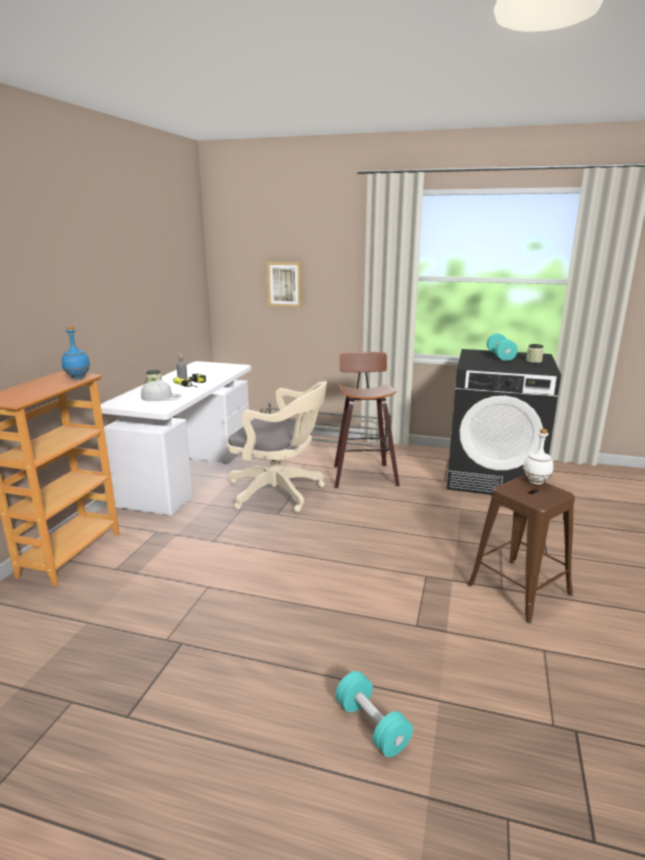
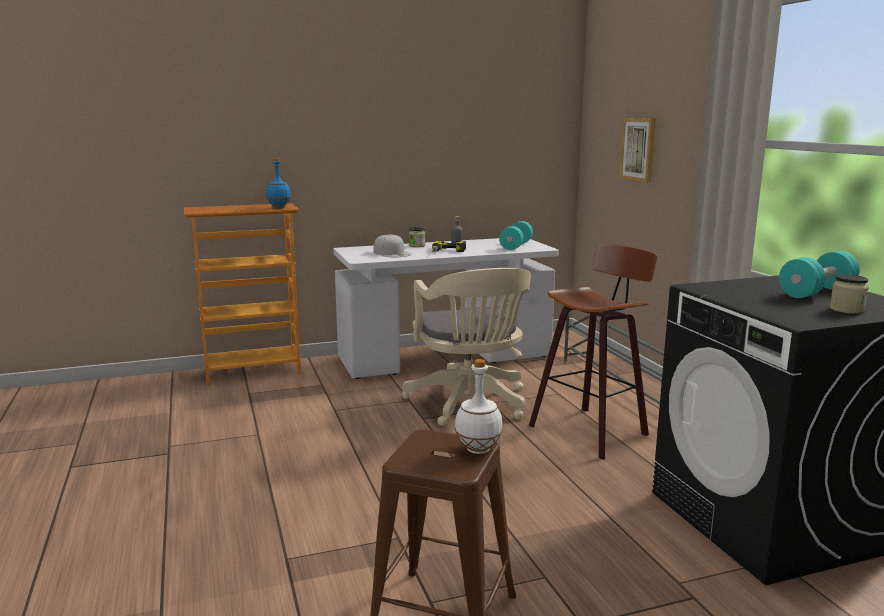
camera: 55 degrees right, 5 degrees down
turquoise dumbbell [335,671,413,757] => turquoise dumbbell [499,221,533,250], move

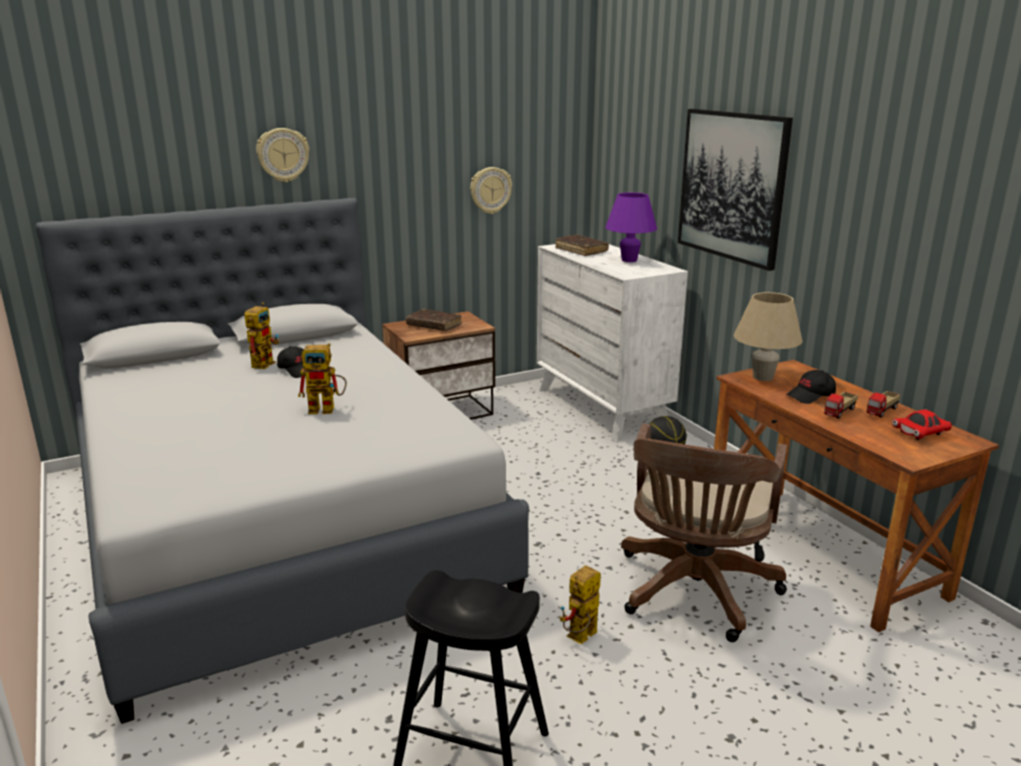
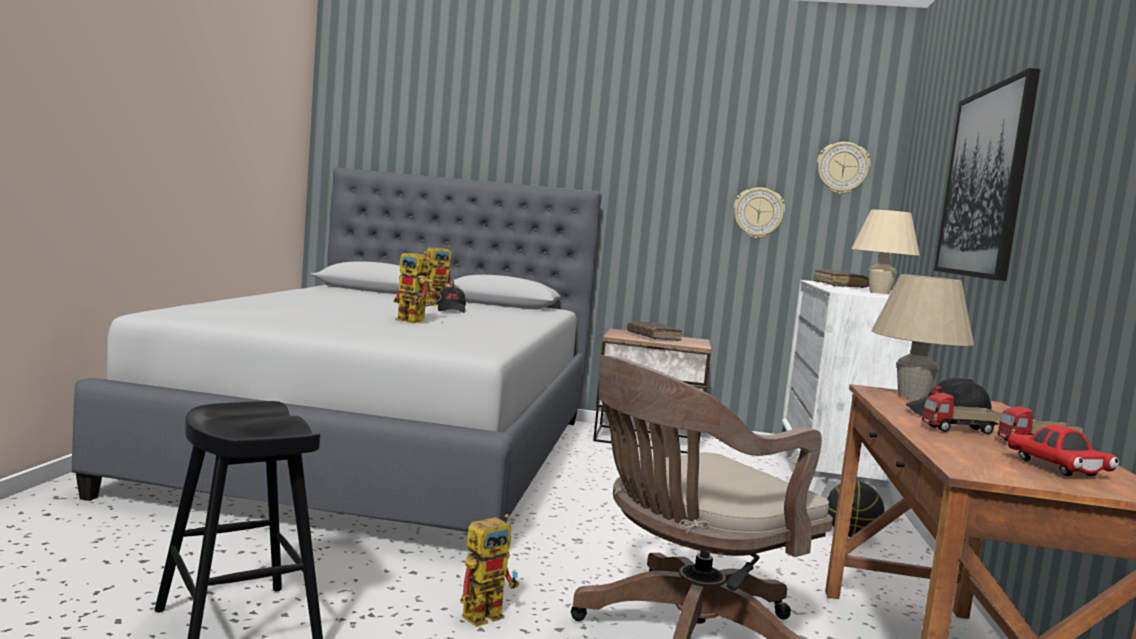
camera: 35 degrees right, 15 degrees down
wall clock [256,128,309,182] => wall clock [817,142,871,194], move
purple table lamp [605,192,657,262] => beige table lamp [852,210,920,294]
red toy car [892,410,952,440] => red toy car [1008,425,1119,476], 120 degrees counterclockwise
toy robot [559,565,601,644] => toy robot [460,514,519,627], 150 degrees clockwise

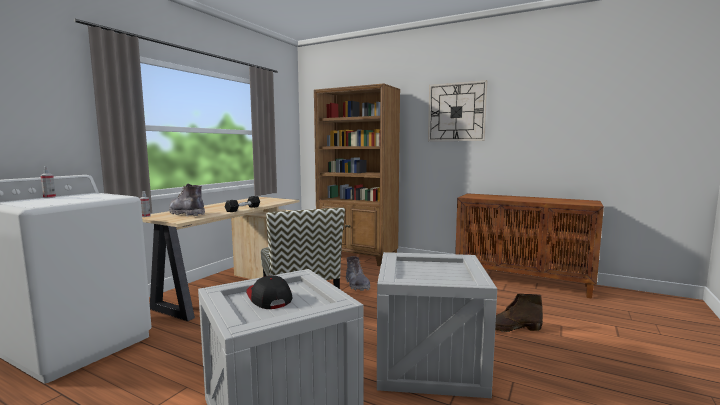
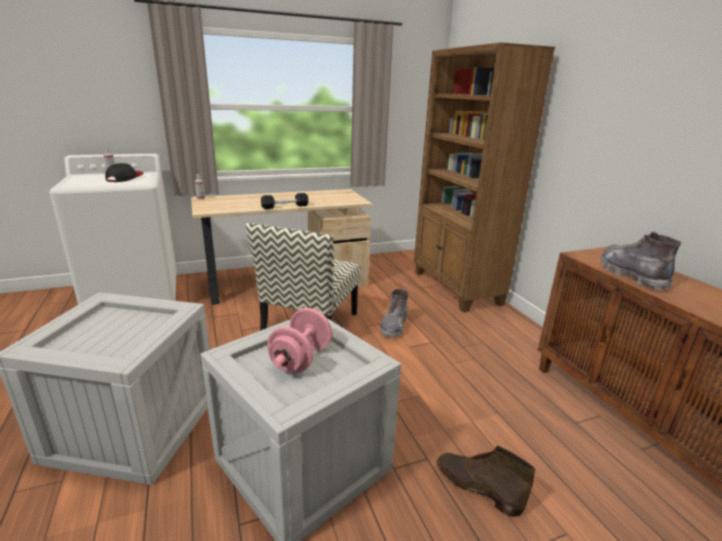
camera: 40 degrees right, 15 degrees up
wall clock [428,80,487,141] => nothing
grey boot [169,184,205,216] => grey boot [600,232,681,291], move
cap [246,276,293,309] => cap [105,163,144,182], move
nothing => pink dumbbell [267,308,332,373]

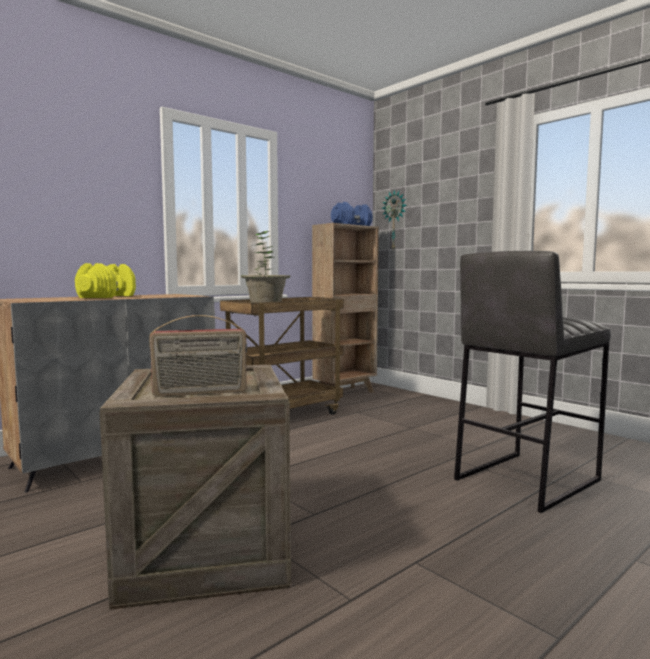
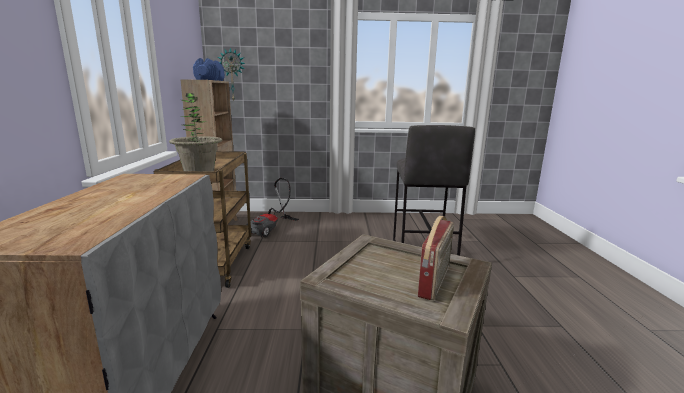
camera: 50 degrees left, 10 degrees up
yellow dumbbell [75,263,136,298] => nothing
nothing => vacuum cleaner [247,178,299,237]

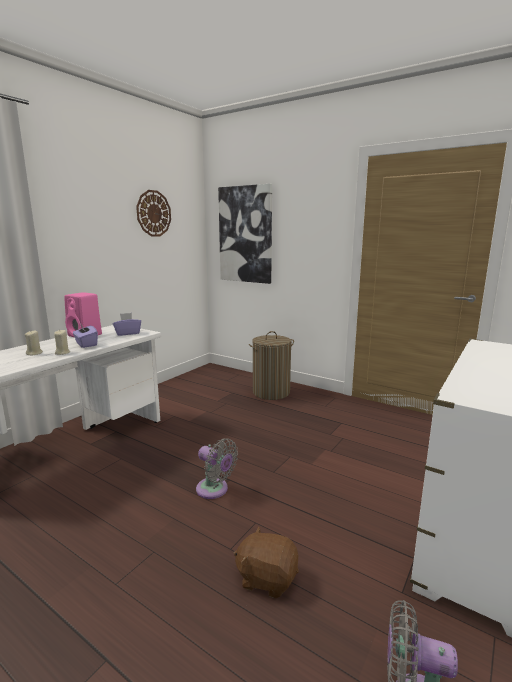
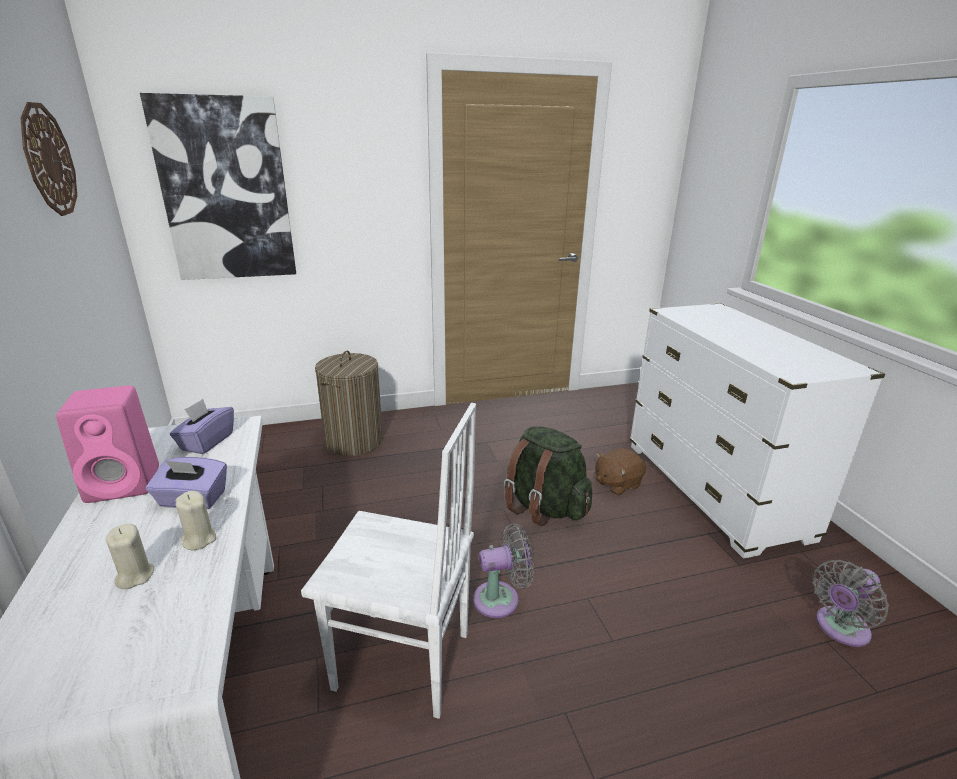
camera: 50 degrees left, 10 degrees up
brown plush toy [234,526,299,598] => brown plush toy [595,448,646,495], move
nothing => white chair [301,403,476,719]
nothing => green backpack [504,426,592,526]

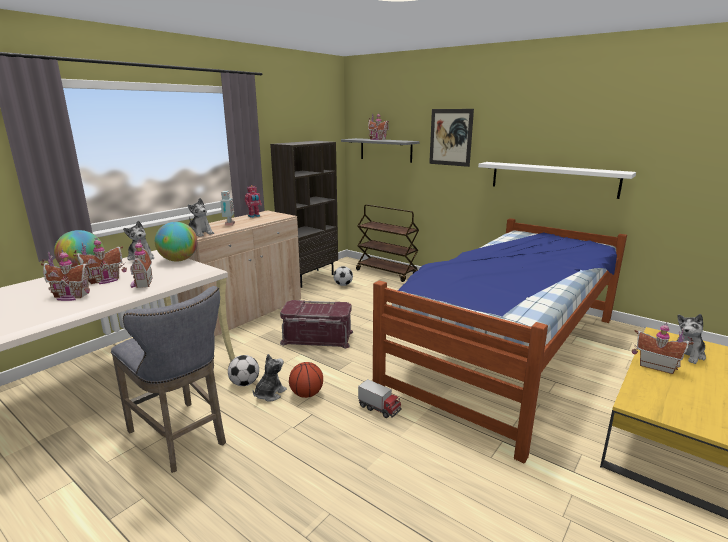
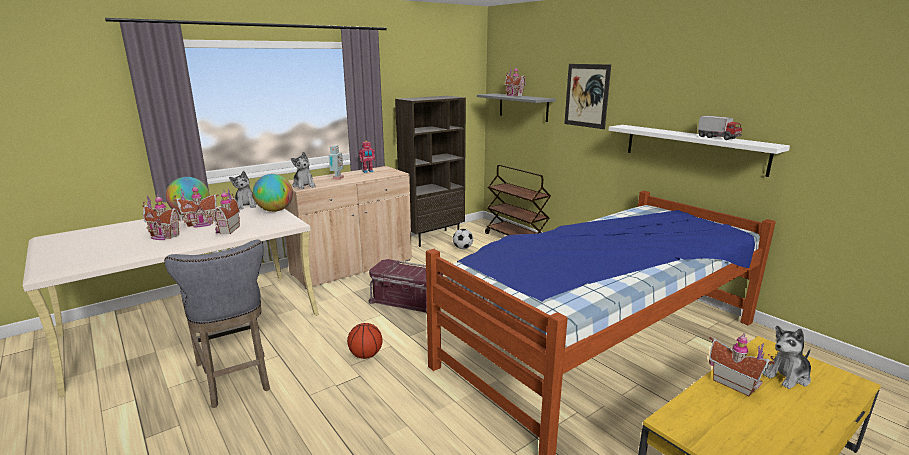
camera: 15 degrees right, 0 degrees up
plush toy [253,354,287,402] => nothing
football [228,355,259,386] => nothing
toy truck [358,379,402,418] => toy truck [698,116,742,140], move

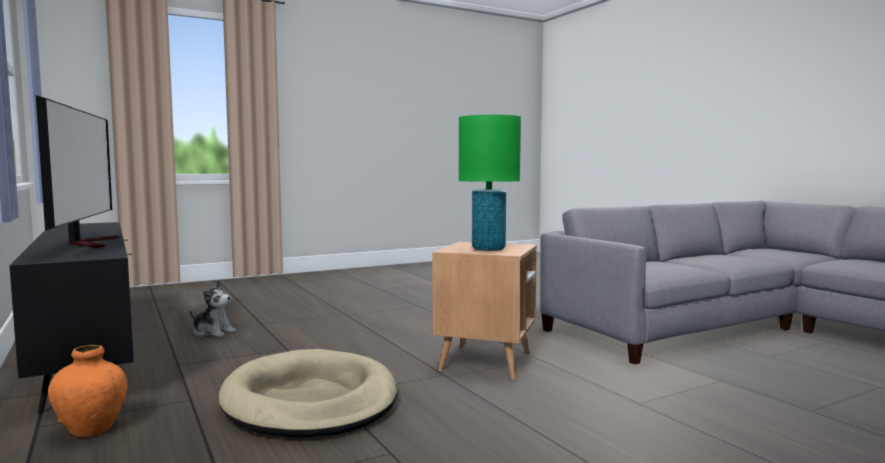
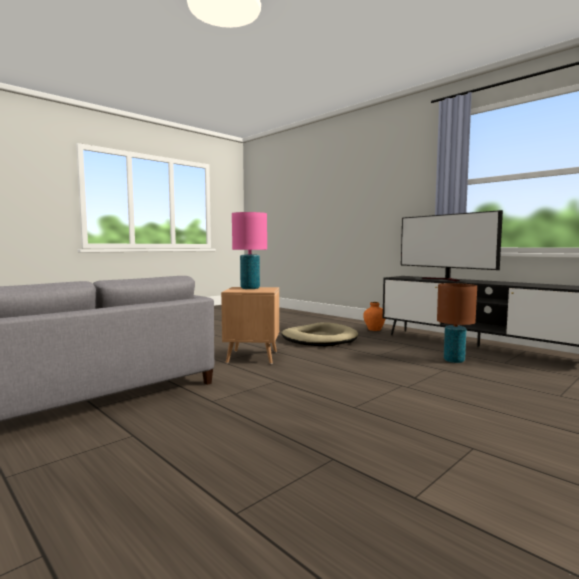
camera: 165 degrees right, 0 degrees up
green table lamp [459,115,521,251] => pink table lamp [232,212,267,289]
plush toy [190,280,236,337] => brown table lamp [437,283,477,363]

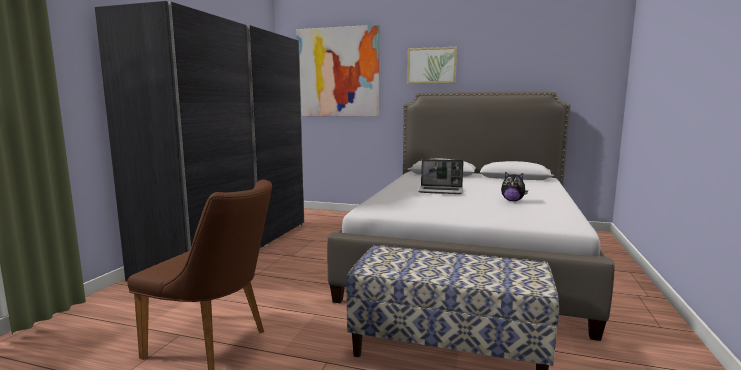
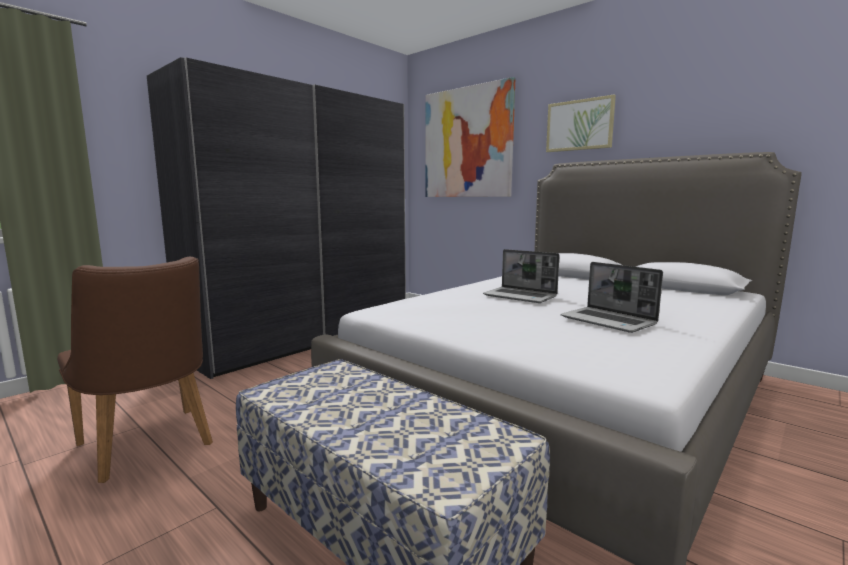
camera: 25 degrees right, 0 degrees up
plush toy [501,172,528,201] => laptop [561,262,663,333]

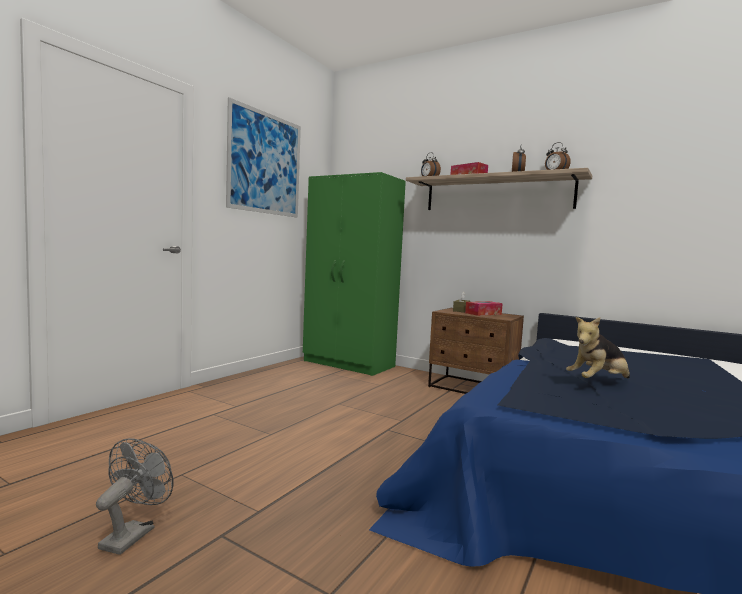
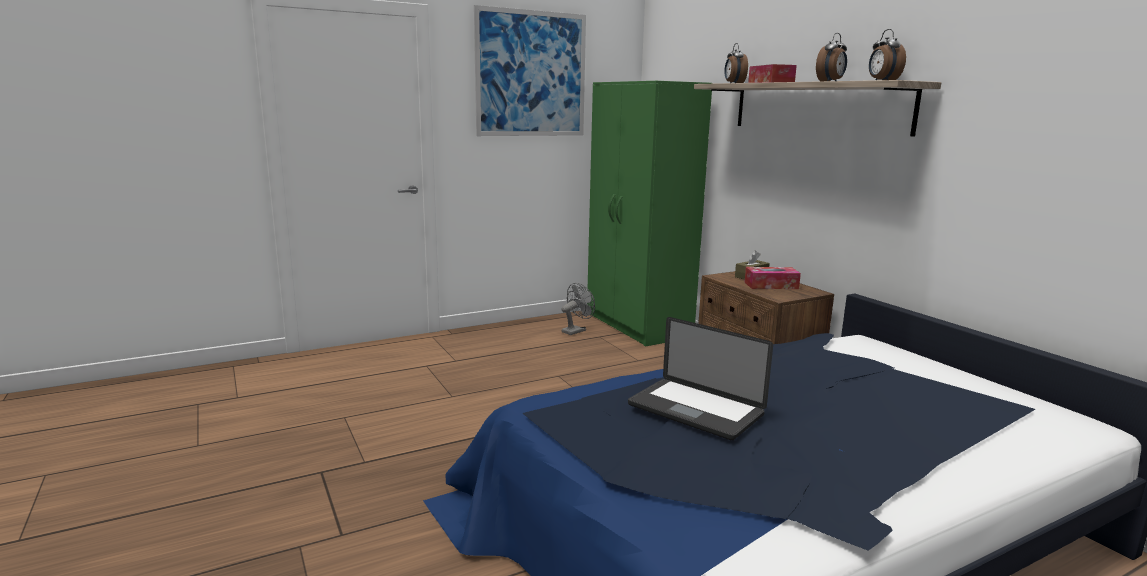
camera: 30 degrees right, 10 degrees up
plush toy [566,317,630,379] => laptop [628,317,773,440]
grey fan [96,438,174,555] => grey fan [561,283,595,335], move

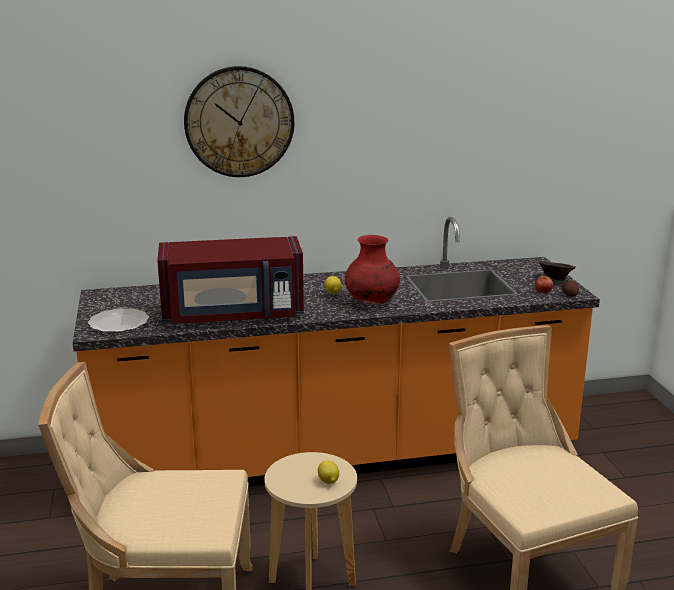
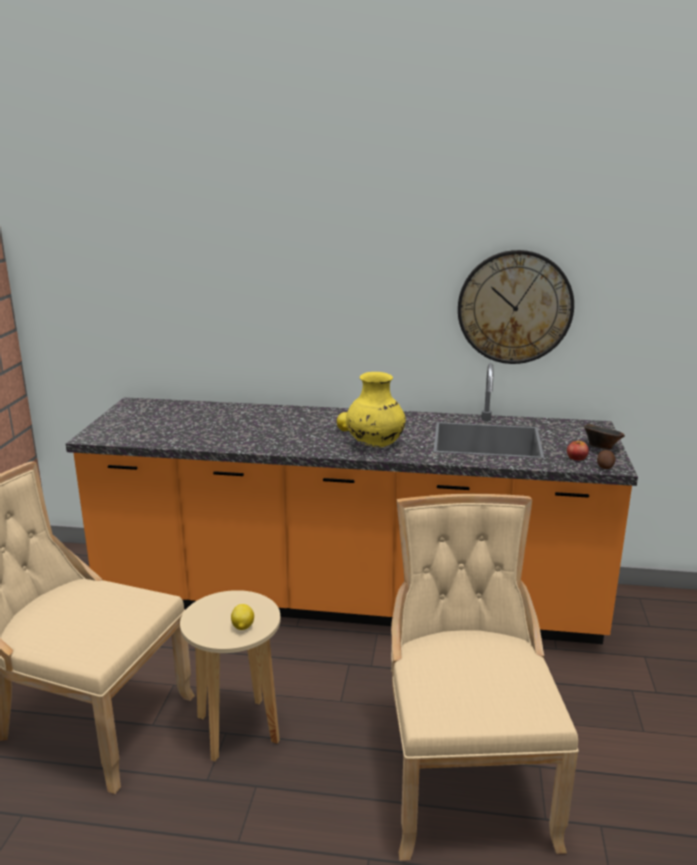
camera: 20 degrees right, 0 degrees up
wall clock [184,66,294,177] => wall clock [458,250,574,364], move
red vase [345,235,400,305] => yellow vase [346,372,406,448]
red microwave [157,236,304,324] => nothing
plate [88,308,149,332] => nothing

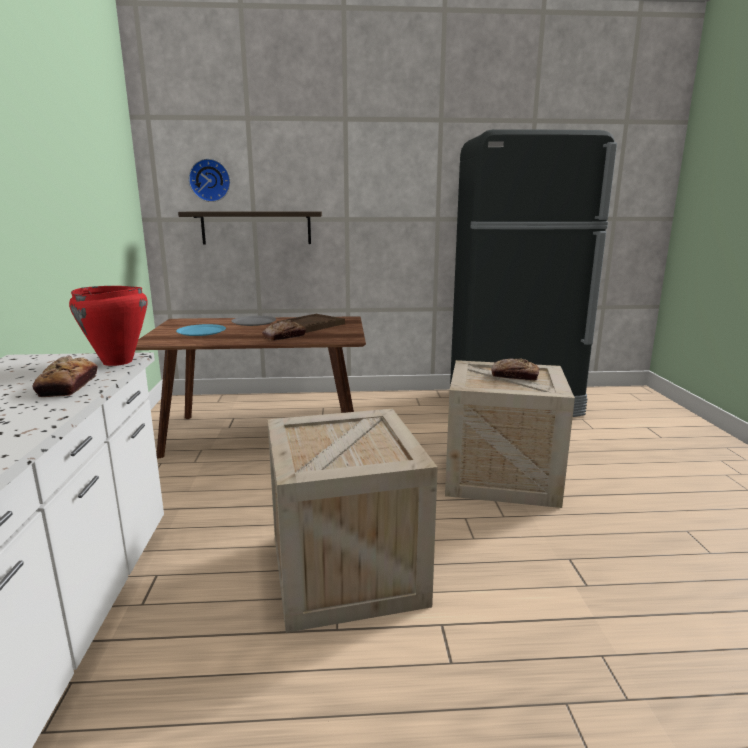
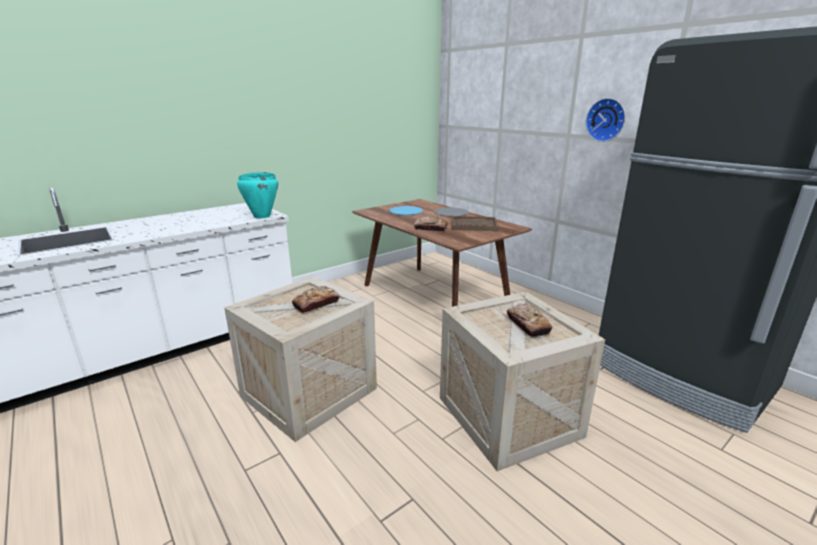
camera: 55 degrees right, 5 degrees up
wall clock [189,159,230,202] => wall clock [586,98,626,142], move
shelf [178,211,322,245] => nothing
red cooking pot [69,286,148,366] => turquoise cooking pot [237,172,278,219]
bread [32,356,98,397] => bread [292,286,340,313], move

